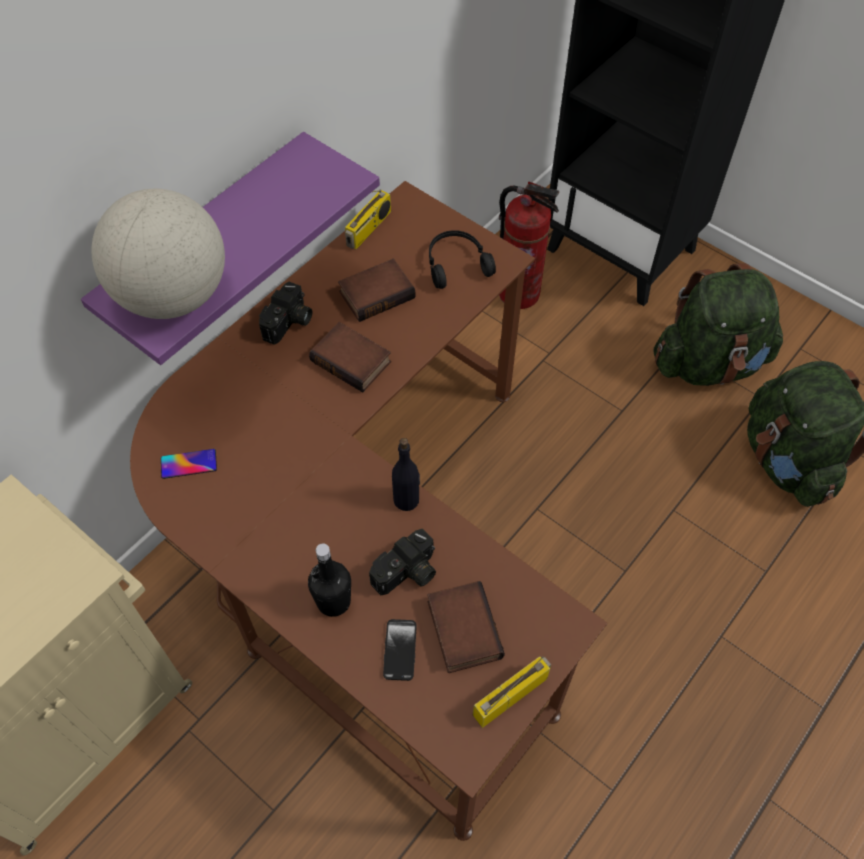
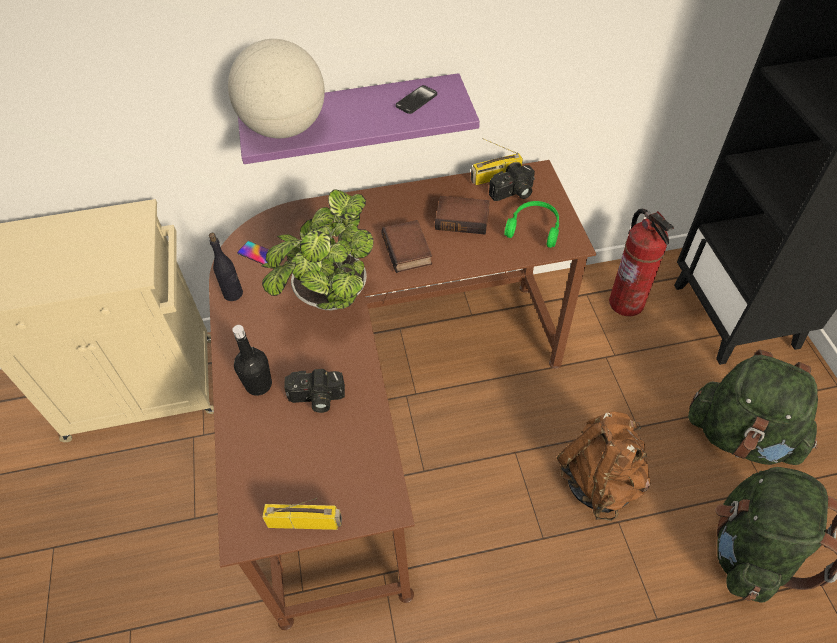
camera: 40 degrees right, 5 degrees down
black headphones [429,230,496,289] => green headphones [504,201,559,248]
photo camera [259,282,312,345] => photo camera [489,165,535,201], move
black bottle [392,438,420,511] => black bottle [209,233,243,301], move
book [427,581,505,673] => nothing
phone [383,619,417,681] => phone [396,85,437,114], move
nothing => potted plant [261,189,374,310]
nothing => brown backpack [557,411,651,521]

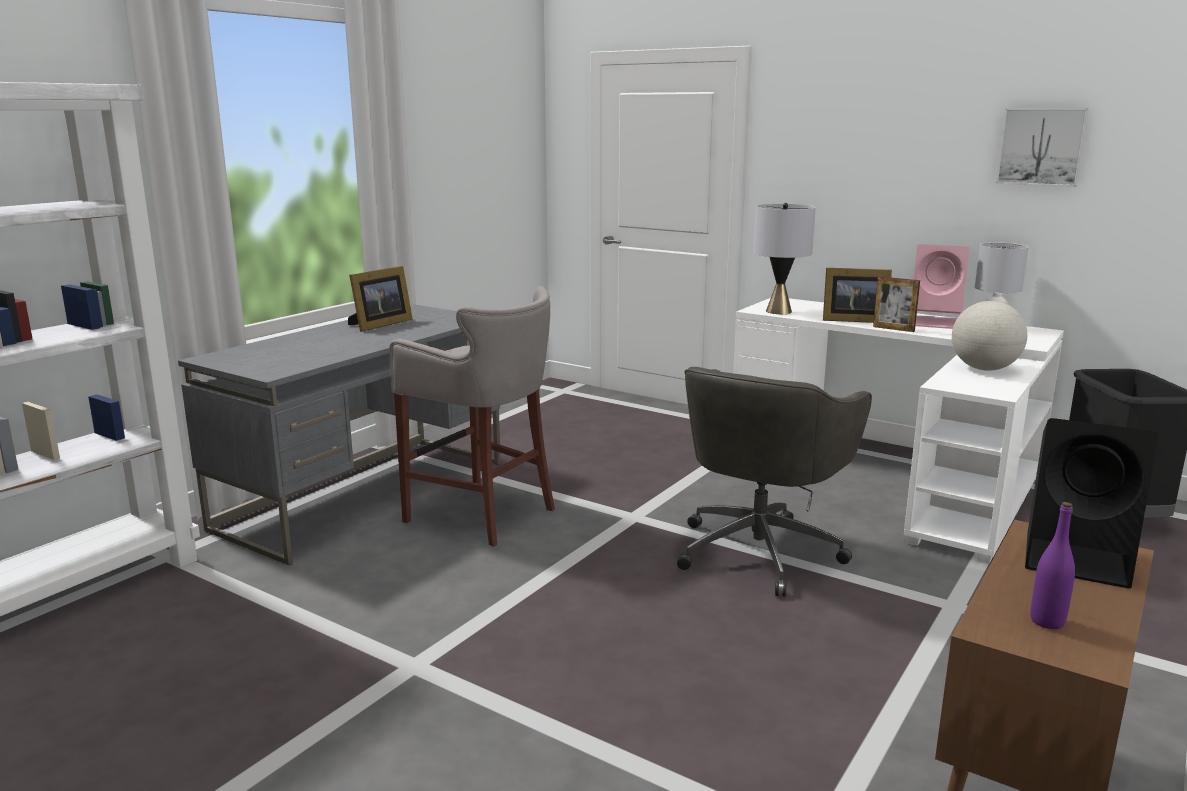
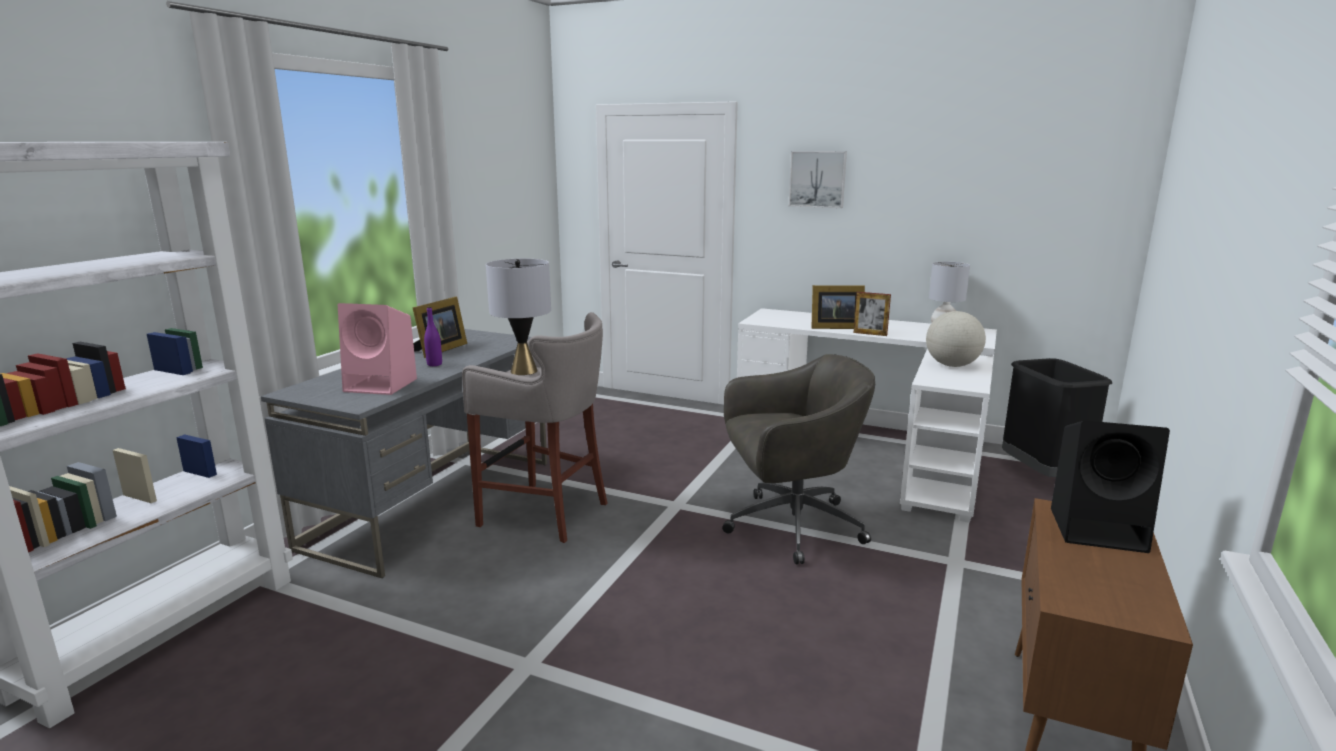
camera: 10 degrees left, 0 degrees up
picture [996,108,1089,187] => picture [789,151,847,208], move
grey table lamp [753,203,816,314] => grey table lamp [486,259,551,375], move
pink speaker [914,244,970,329] => pink speaker [338,303,417,395], move
grey office chair [677,367,872,597] => grey office chair [722,354,875,564], 120 degrees counterclockwise
purple bottle [1031,502,1075,629] => purple bottle [424,306,442,366], move

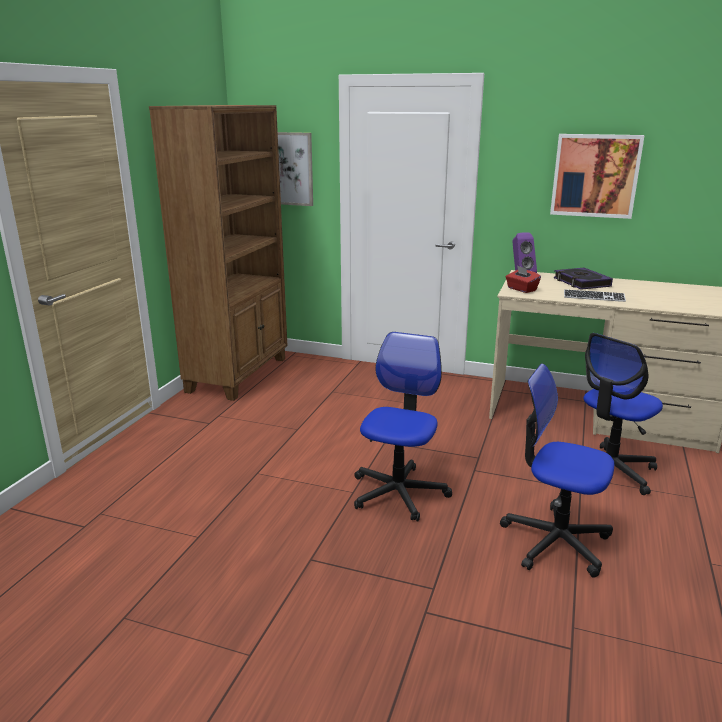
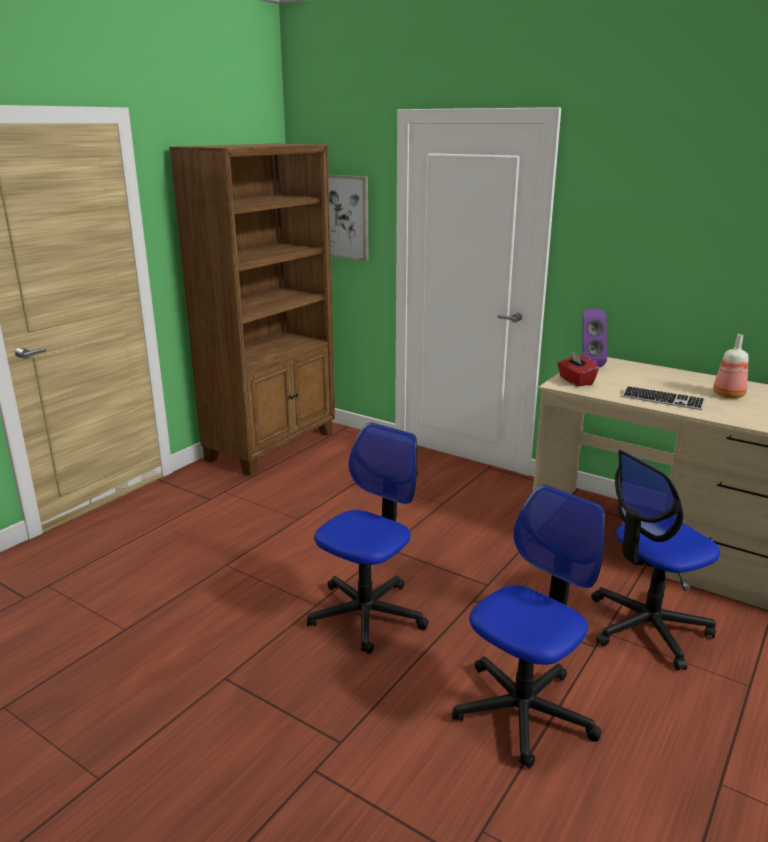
camera: 15 degrees right, 0 degrees up
picture [550,134,645,219] => nothing
book [554,268,613,290] => nothing
office chair [500,364,614,578] => office chair [452,485,605,769], 90 degrees clockwise
nothing => bottle [713,334,749,398]

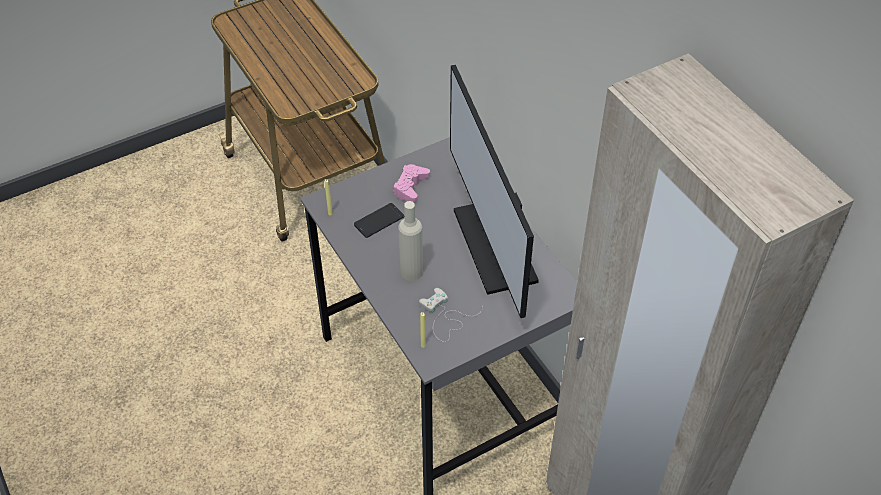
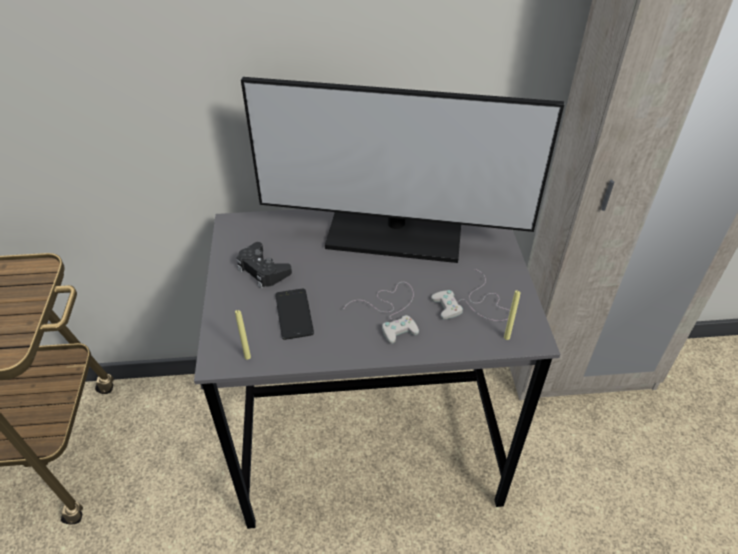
camera: 65 degrees left, 5 degrees down
pink game controller [393,164,430,203] => black game controller [236,242,292,288]
beige bottle [398,201,423,281] => white game controller [344,282,419,344]

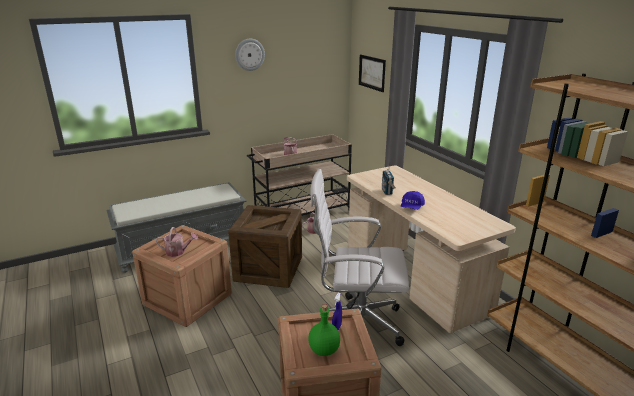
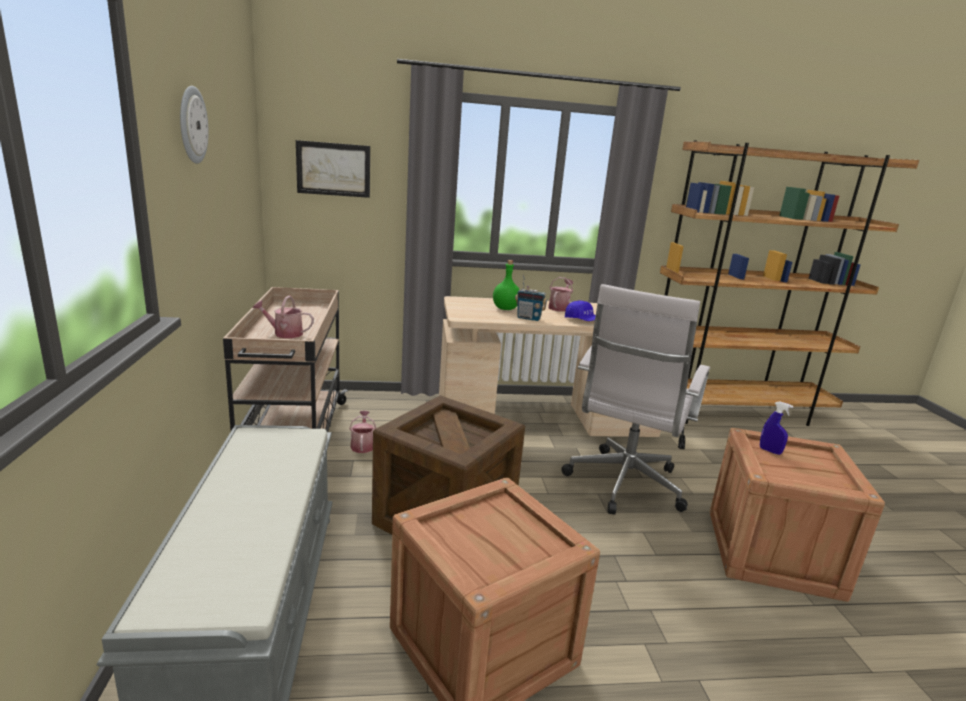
camera: 70 degrees left, 5 degrees down
watering can [156,227,198,257] => watering can [548,277,574,312], move
green bottle [308,304,340,356] => green bottle [493,260,519,310], move

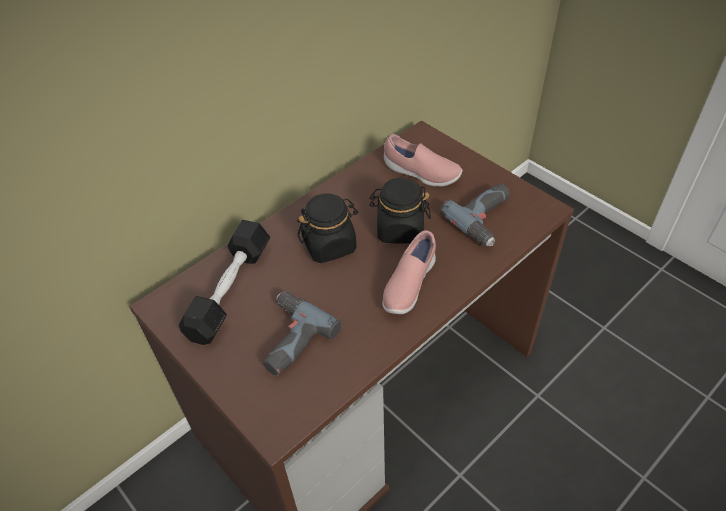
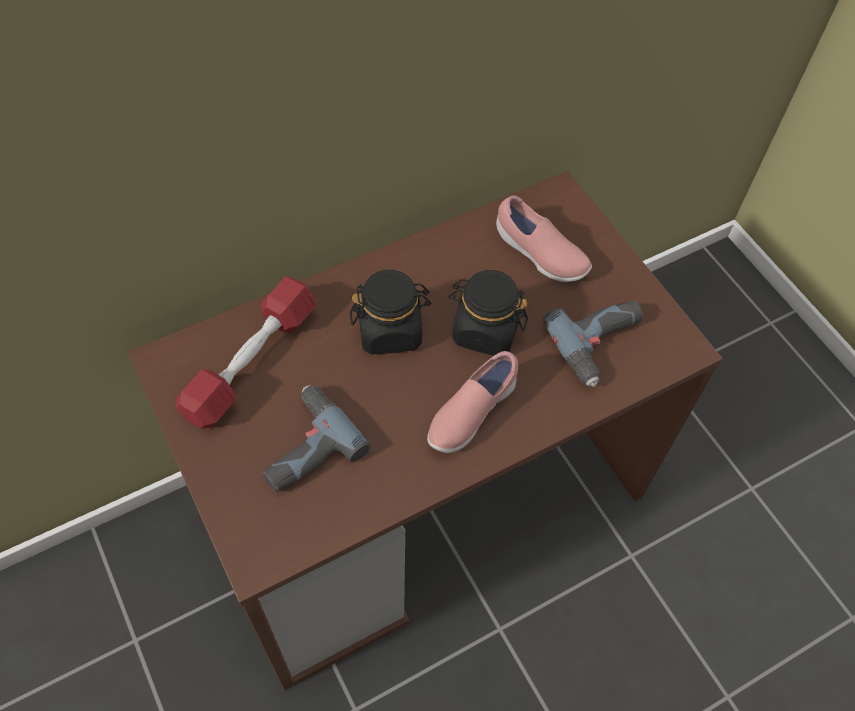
camera: 10 degrees right, 10 degrees up
black dumbbell [179,220,270,345] => red dumbbell [176,276,317,429]

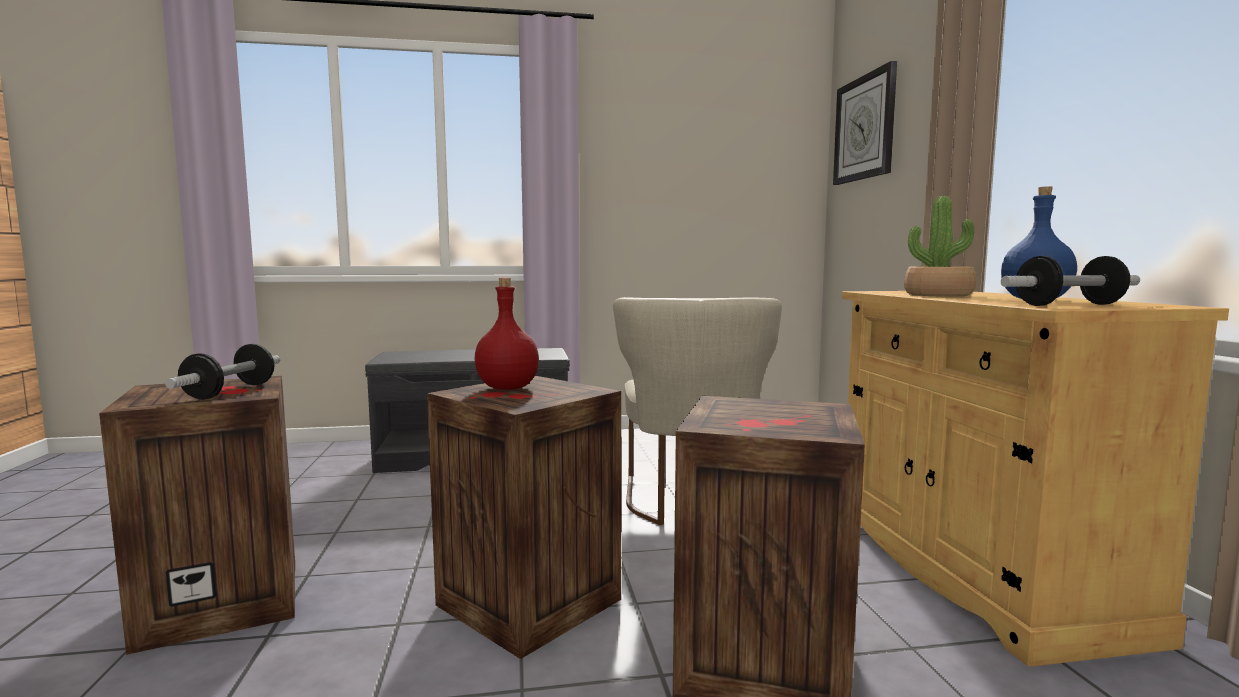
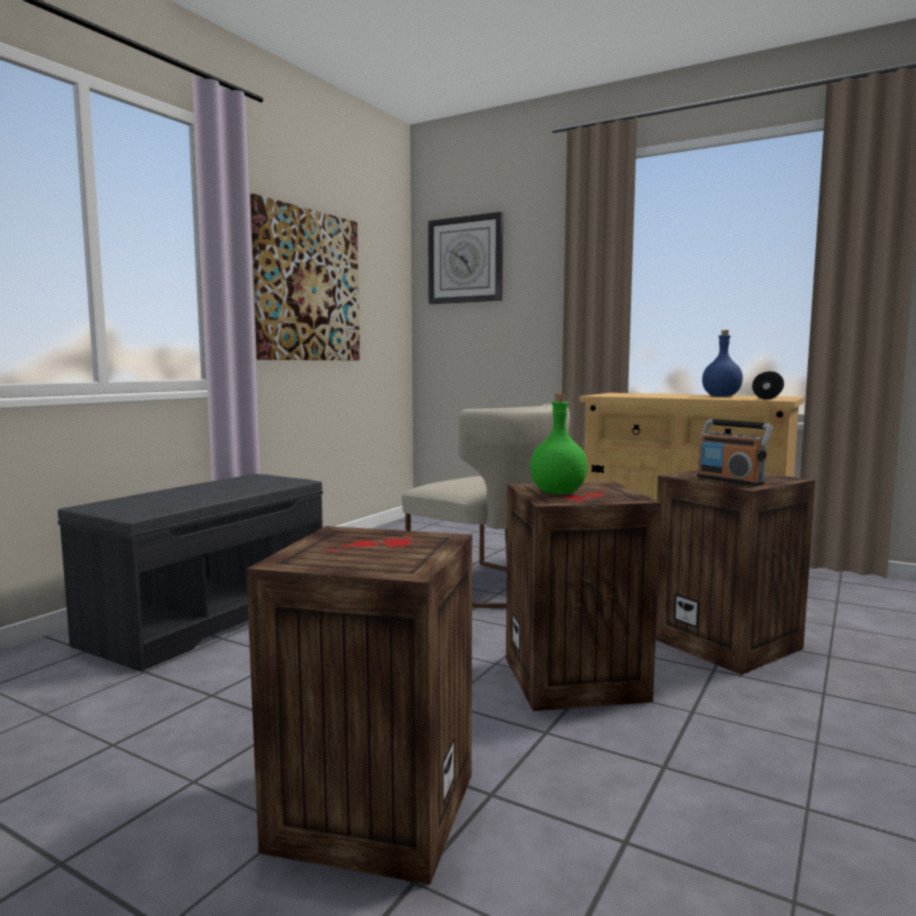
camera: 50 degrees left, 0 degrees up
potted plant [904,196,976,297] => nothing
red bottle [474,278,539,390] => green bottle [530,394,588,494]
dumbbell [165,344,280,400] => nothing
nothing => picture [250,194,360,360]
nothing => radio [697,419,773,486]

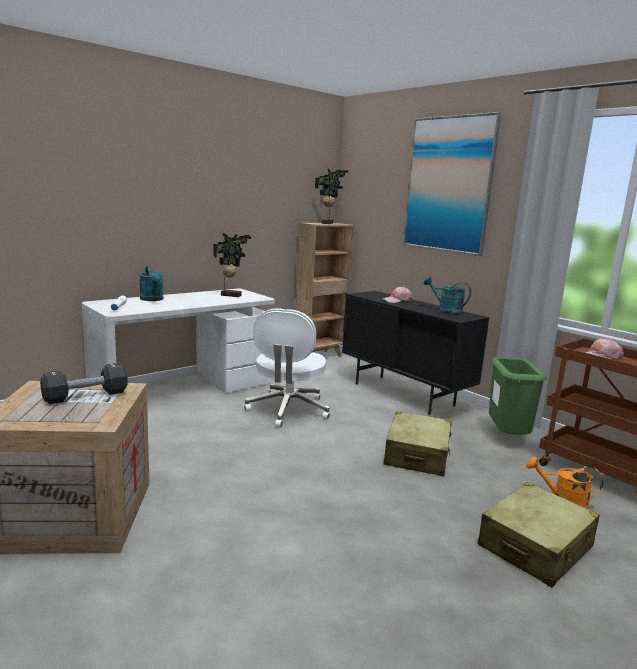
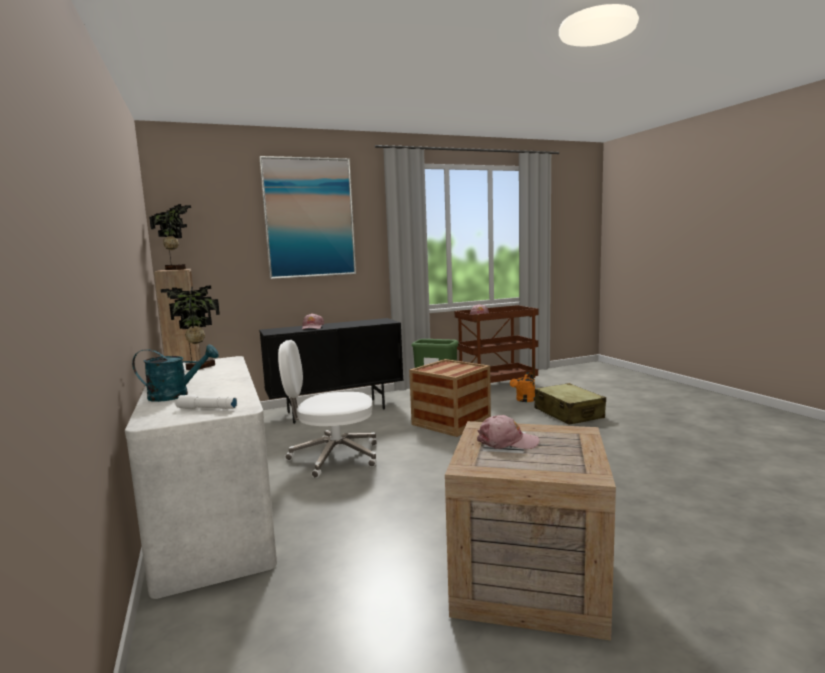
camera: 70 degrees left, 5 degrees down
turquoise watering can [424,277,471,315] => nothing
white office chair [244,308,330,428] => white office chair [278,340,377,478], 150 degrees clockwise
black dumbbell [40,363,128,404] => pink cap [477,415,540,449]
beige suitcase [383,411,452,476] => crate [409,359,491,437]

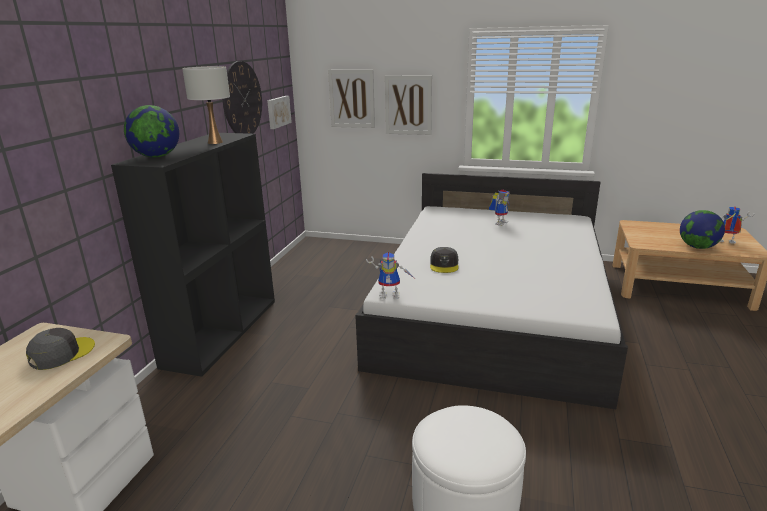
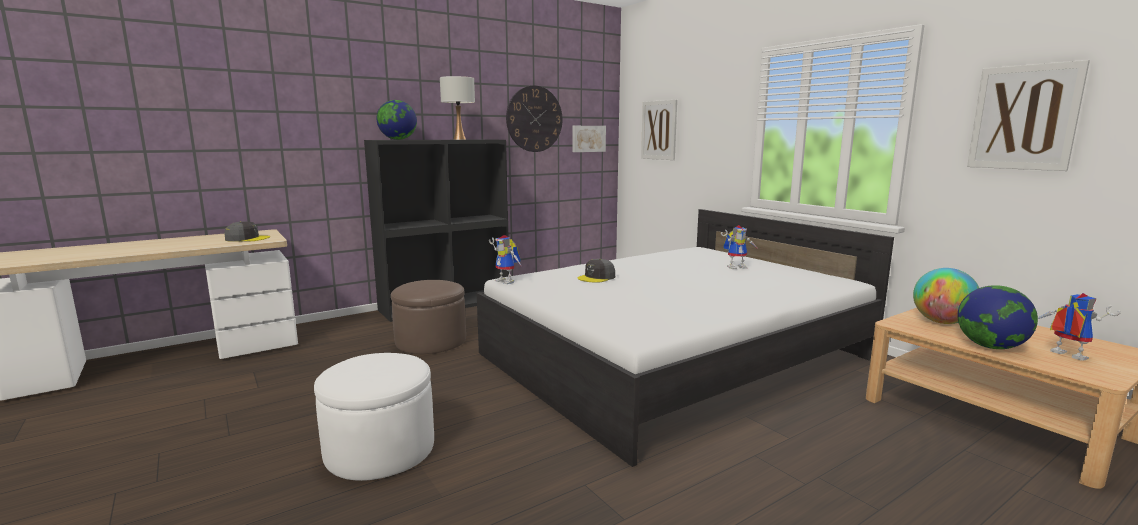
camera: 40 degrees right, 10 degrees down
picture [385,75,432,135] => picture [967,60,1090,171], move
nothing => globe [913,268,979,324]
nothing => brown ottoman [391,280,466,354]

